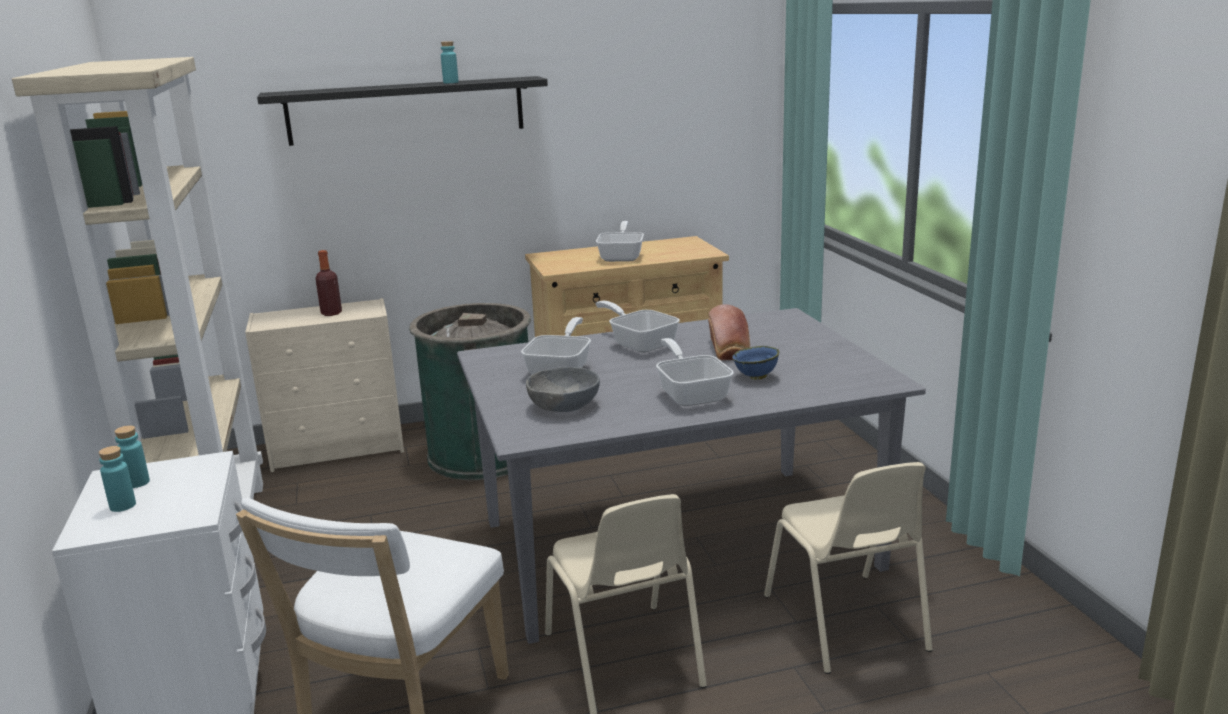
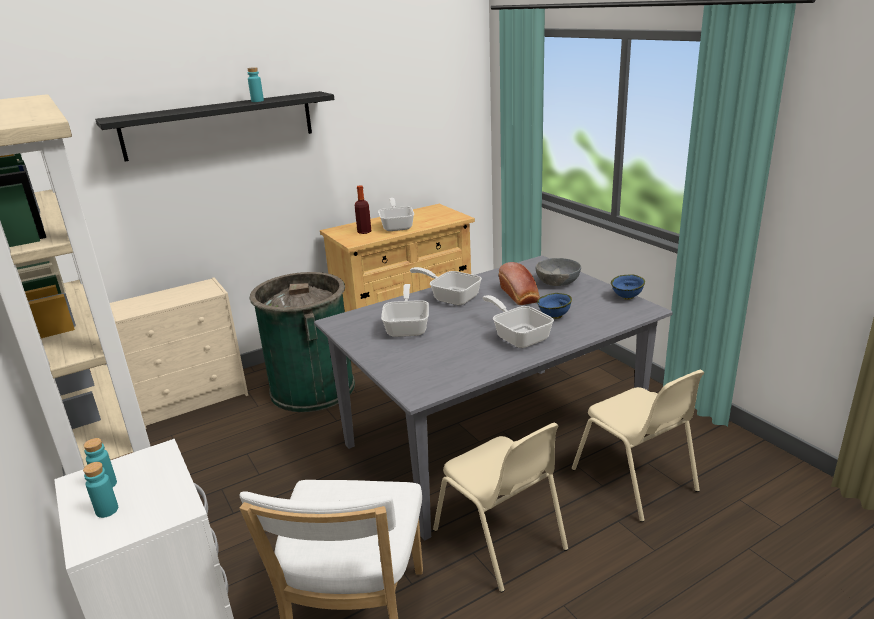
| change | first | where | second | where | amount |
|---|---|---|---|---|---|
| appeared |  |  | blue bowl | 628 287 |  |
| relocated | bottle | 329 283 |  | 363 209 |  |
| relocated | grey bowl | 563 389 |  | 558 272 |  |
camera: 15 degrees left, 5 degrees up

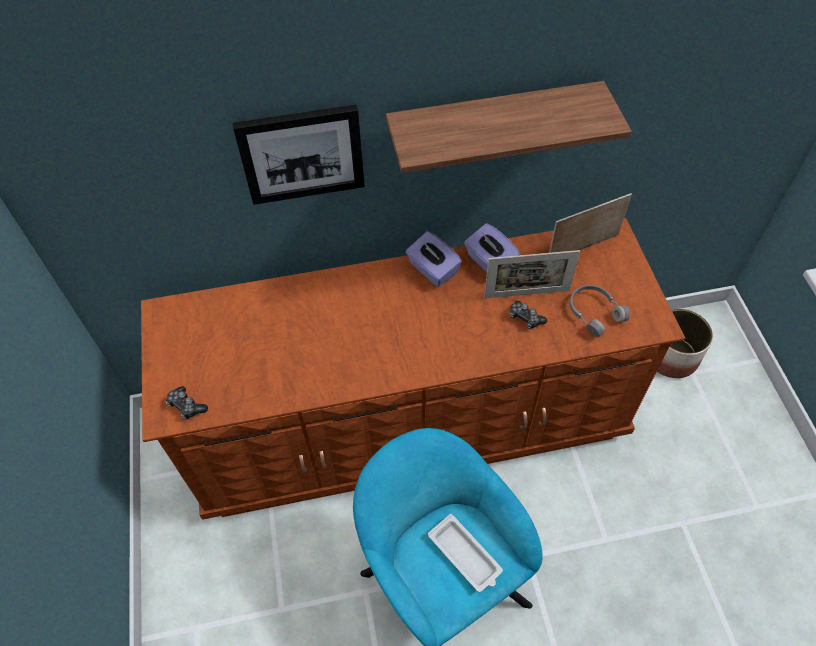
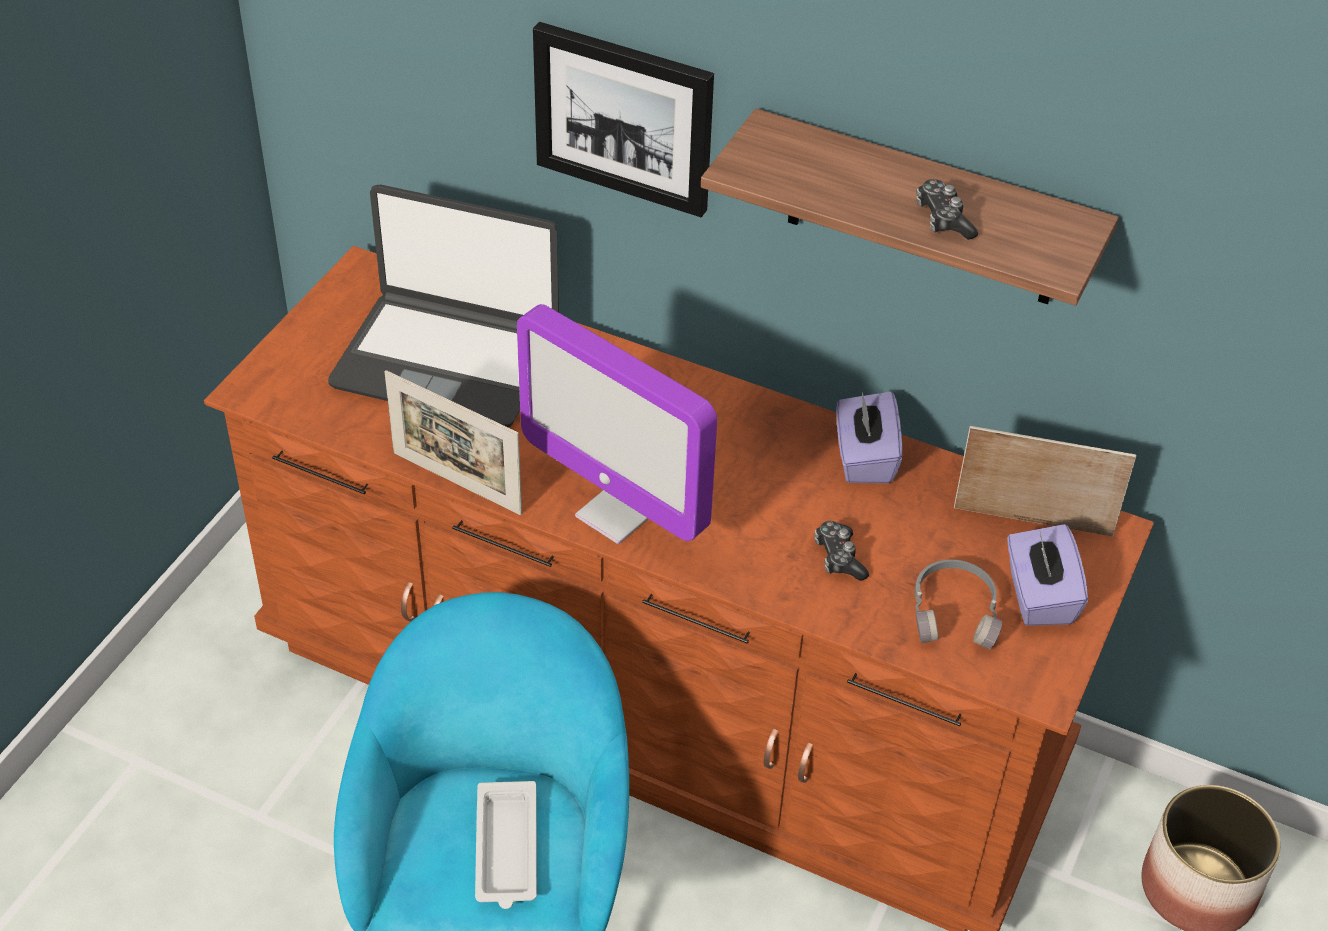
| change | first | where | second | where | amount |
|---|---|---|---|---|---|
| appeared |  |  | laptop | 443 306 |  |
| appeared |  |  | monitor | 617 424 |  |
| relocated | game controller | 186 402 |  | 947 209 |  |
| relocated | purple tissue box | 434 259 |  | 1047 575 |  |
| relocated | picture frame | 532 274 |  | 453 442 |  |
camera: 35 degrees right, 10 degrees down

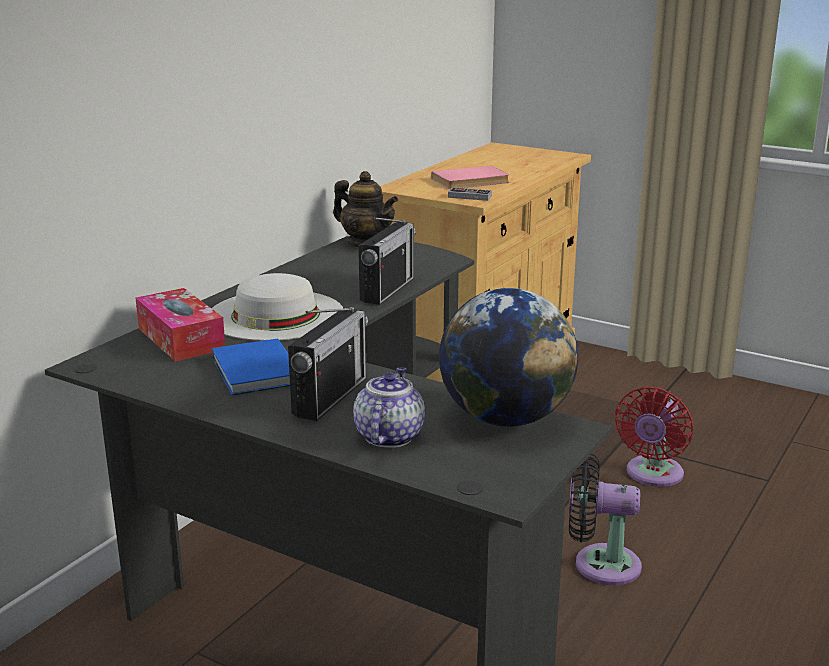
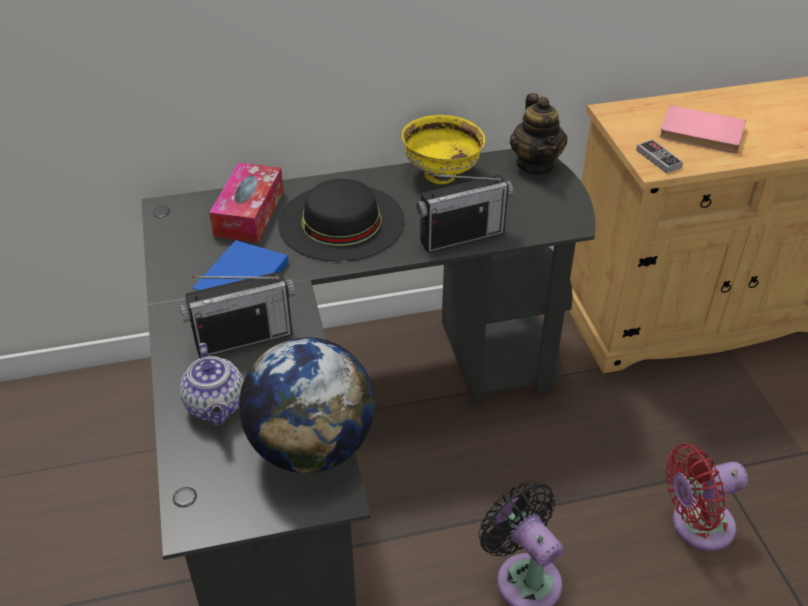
| change | first | where | second | where | amount |
|---|---|---|---|---|---|
| appeared |  |  | yellow bowl | 443 149 |  |
| colour | white hat | 277 307 | black hat | 341 220 |  |
| spun | teapot | 389 407 |  | 212 384 | 105 degrees clockwise |
camera: 45 degrees right, 20 degrees up

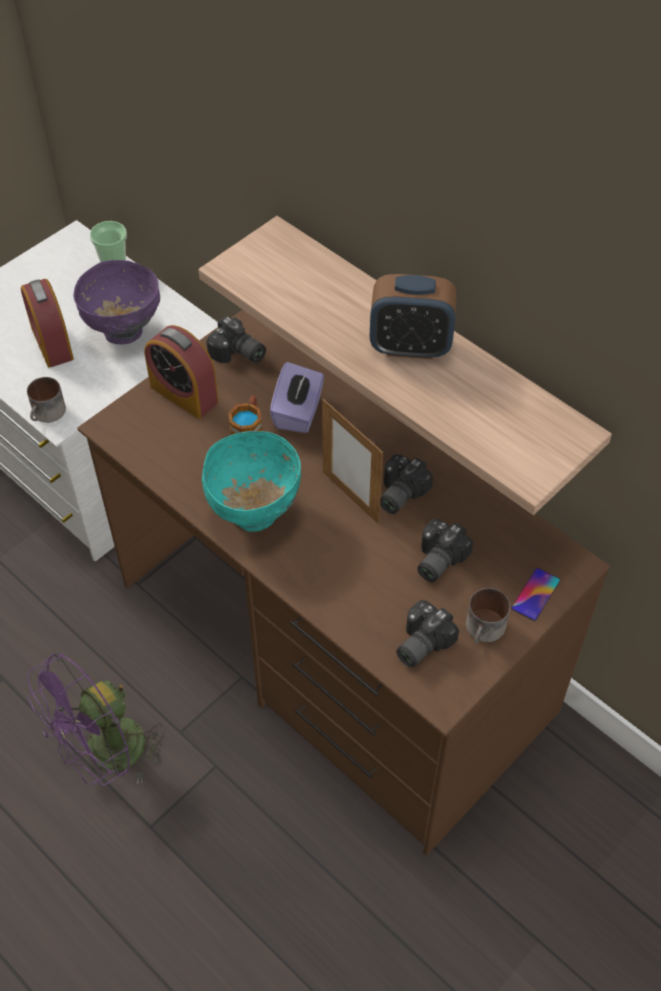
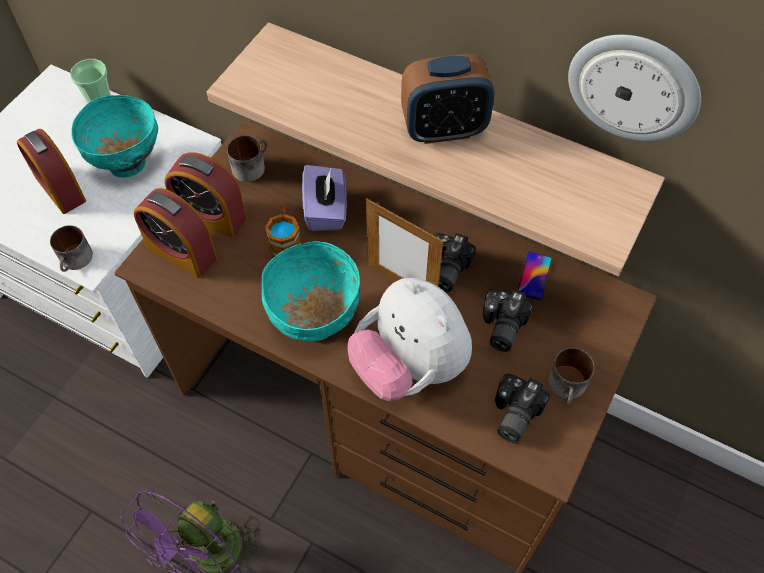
| change | first | where | second | where | amount |
|---|---|---|---|---|---|
| appeared |  |  | alarm clock | 175 233 |  |
| appeared |  |  | plush toy | 410 339 |  |
| appeared |  |  | wall clock | 634 88 |  |
| relocated | phone | 535 594 |  | 535 276 |  |
| exchanged | photo camera | 236 339 | mug | 247 158 |  |
| colour | purple bowl | 116 302 | turquoise bowl | 114 136 |  |
camera: 15 degrees left, 5 degrees up

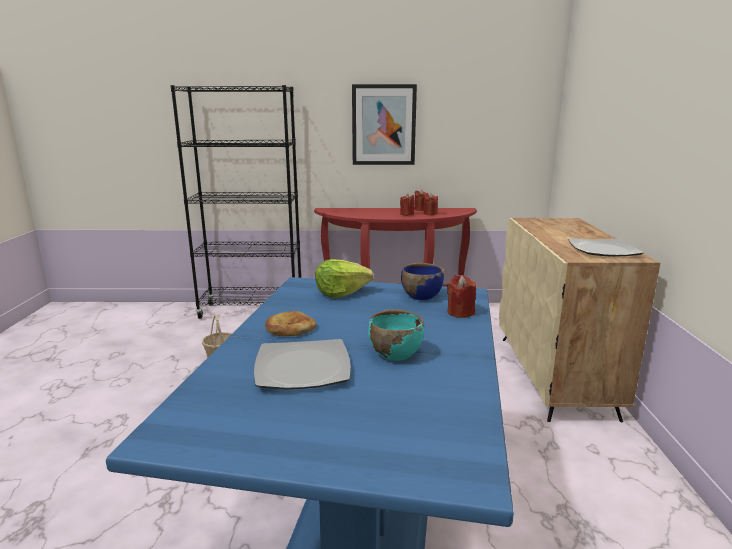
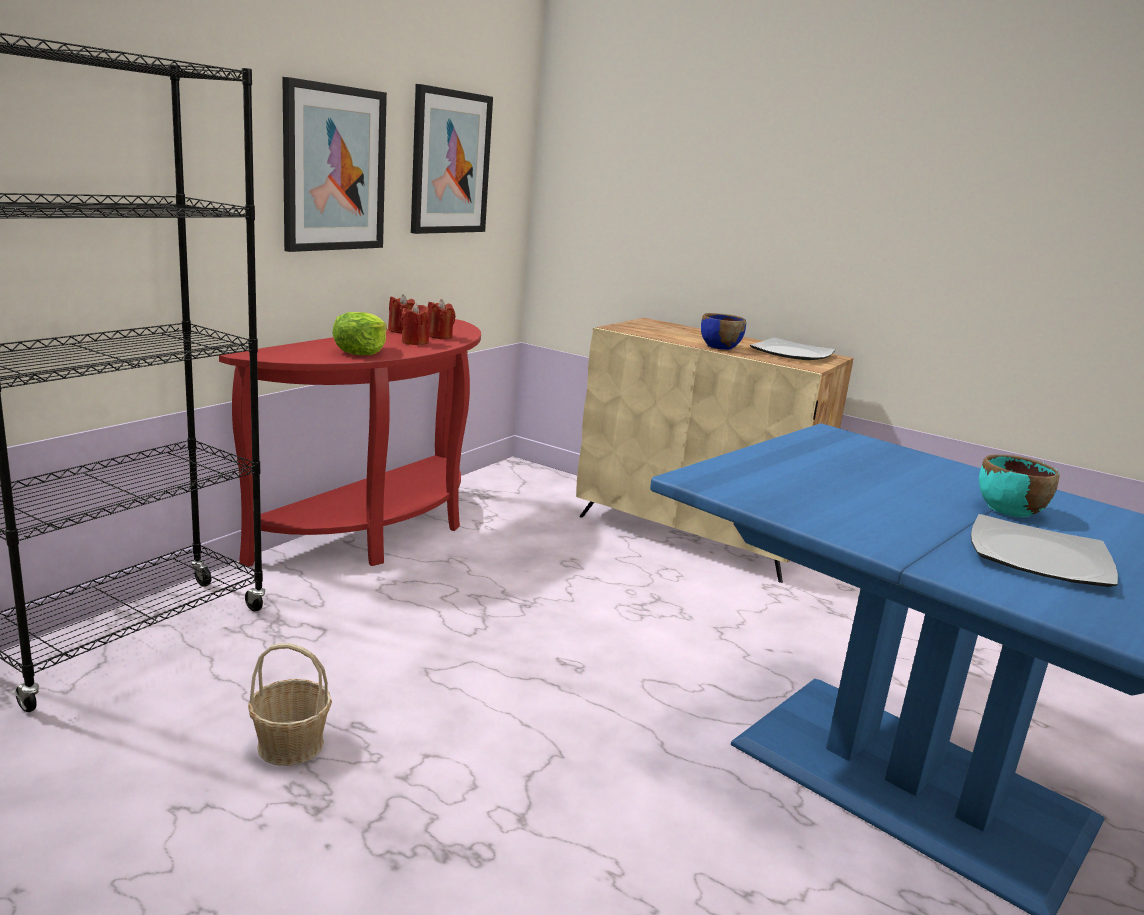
| change | first | where | second | where | amount |
|---|---|---|---|---|---|
| missing | bread | 291 323 |  |  |  |
| missing | red candle | 461 296 |  |  |  |
| appeared |  |  | picture | 452 159 |  |
| relocated | lettuce | 344 278 |  | 359 333 |  |
| relocated | blue bowl | 422 281 |  | 723 331 |  |
camera: 60 degrees left, 0 degrees up

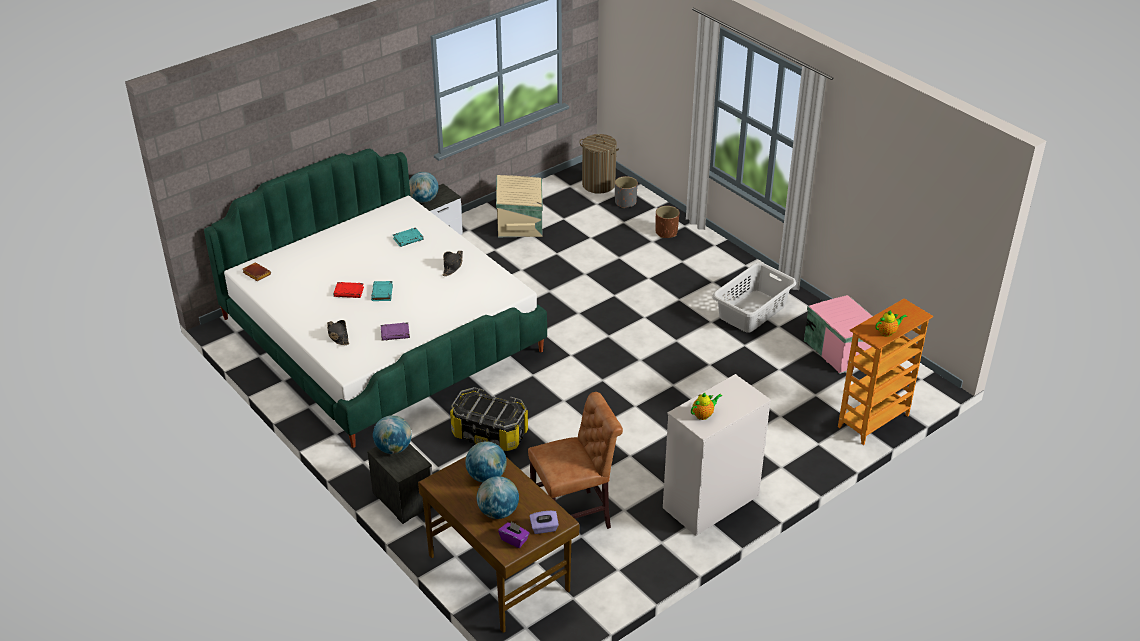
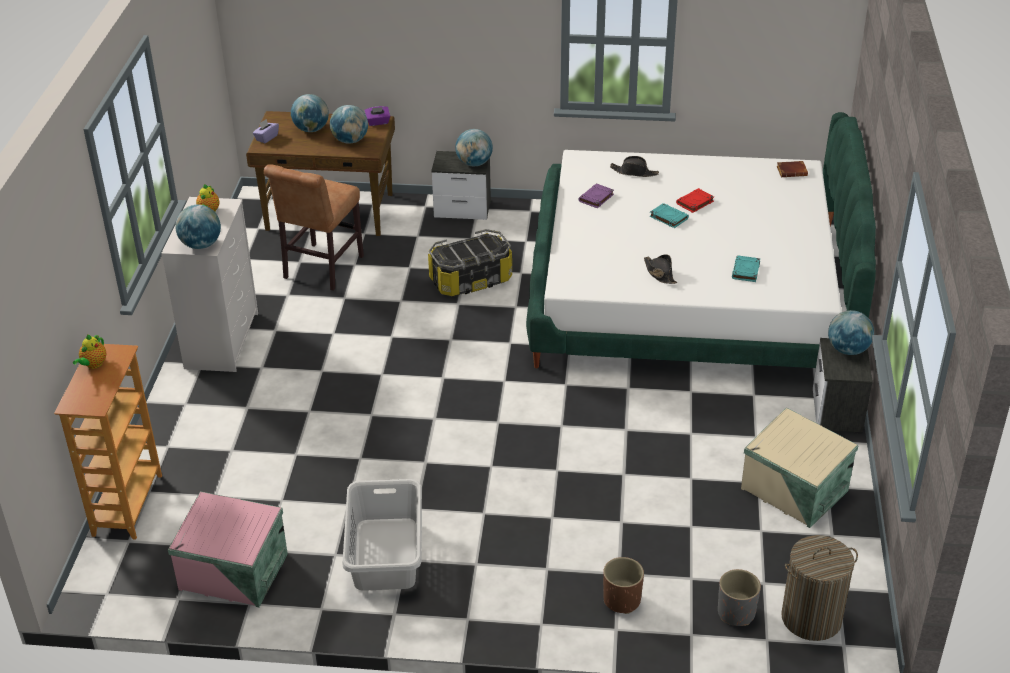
| change | first | where | second | where | amount |
|---|---|---|---|---|---|
| appeared |  |  | globe | 198 226 |  |
| relocated | purple tissue box | 514 534 |  | 377 116 |  |
camera: 135 degrees right, 0 degrees up

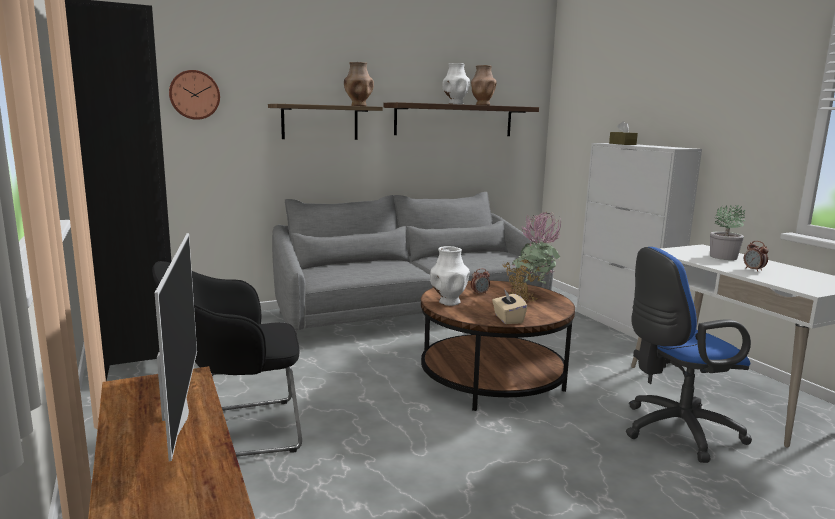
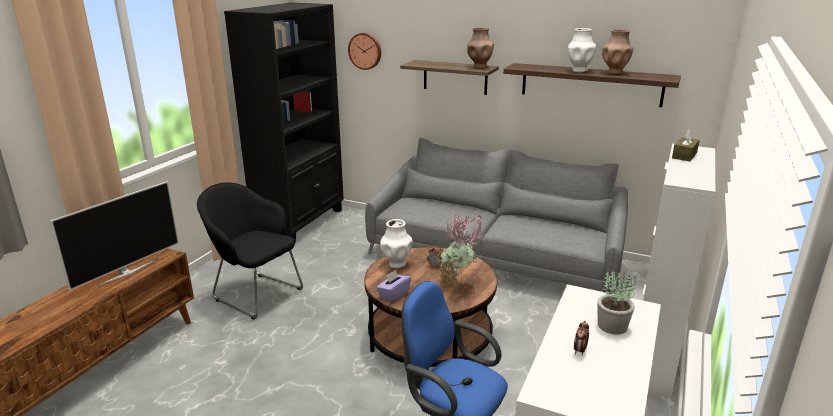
| change | first | where | second | where | amount |
|---|---|---|---|---|---|
| colour | beige tissue box | 509 306 | purple tissue box | 393 286 |  |
camera: 50 degrees right, 10 degrees up

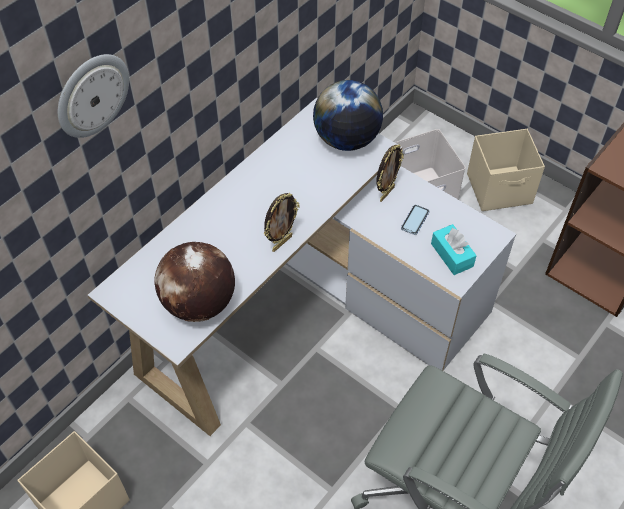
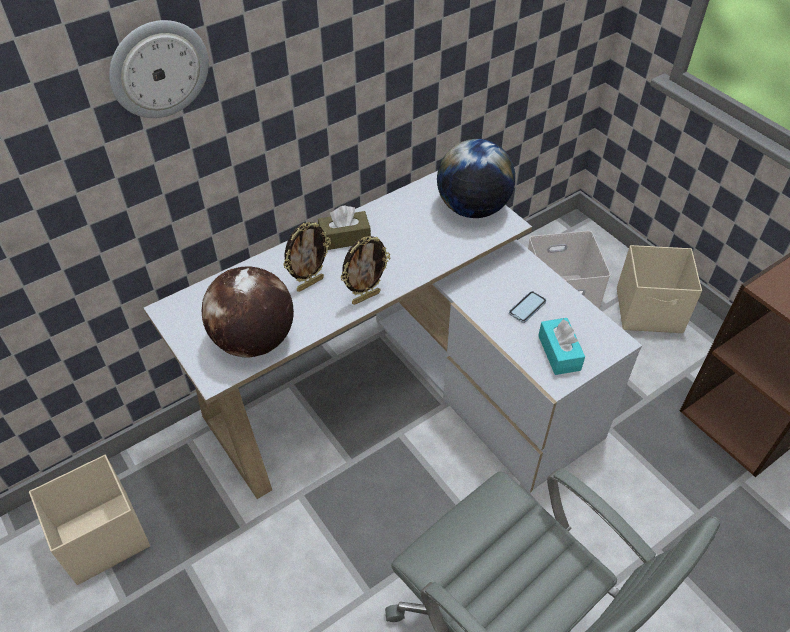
| change | first | where | second | where | amount |
|---|---|---|---|---|---|
| appeared |  |  | brown tissue box | 344 227 |  |
| relocated | picture frame | 390 173 |  | 307 257 |  |
camera: 15 degrees right, 5 degrees down

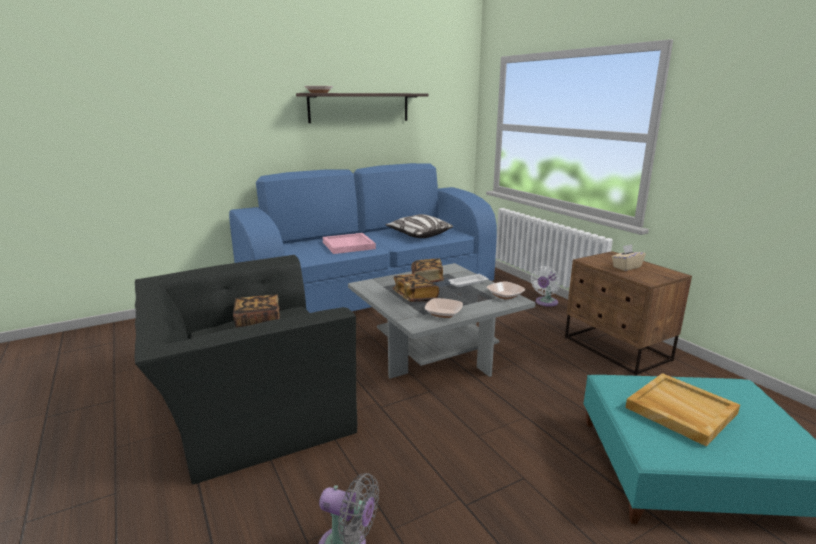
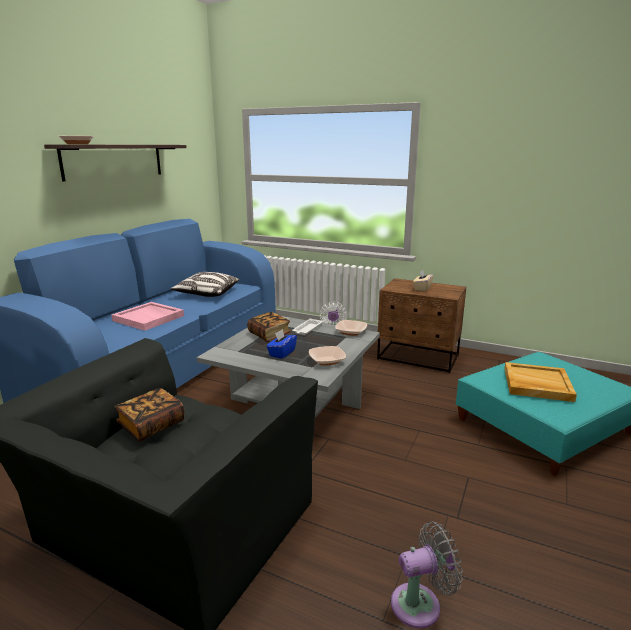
| change | first | where | second | where | amount |
|---|---|---|---|---|---|
| exchanged | book | 415 288 | blue tissue box | 281 344 |  |
camera: 35 degrees left, 0 degrees up

